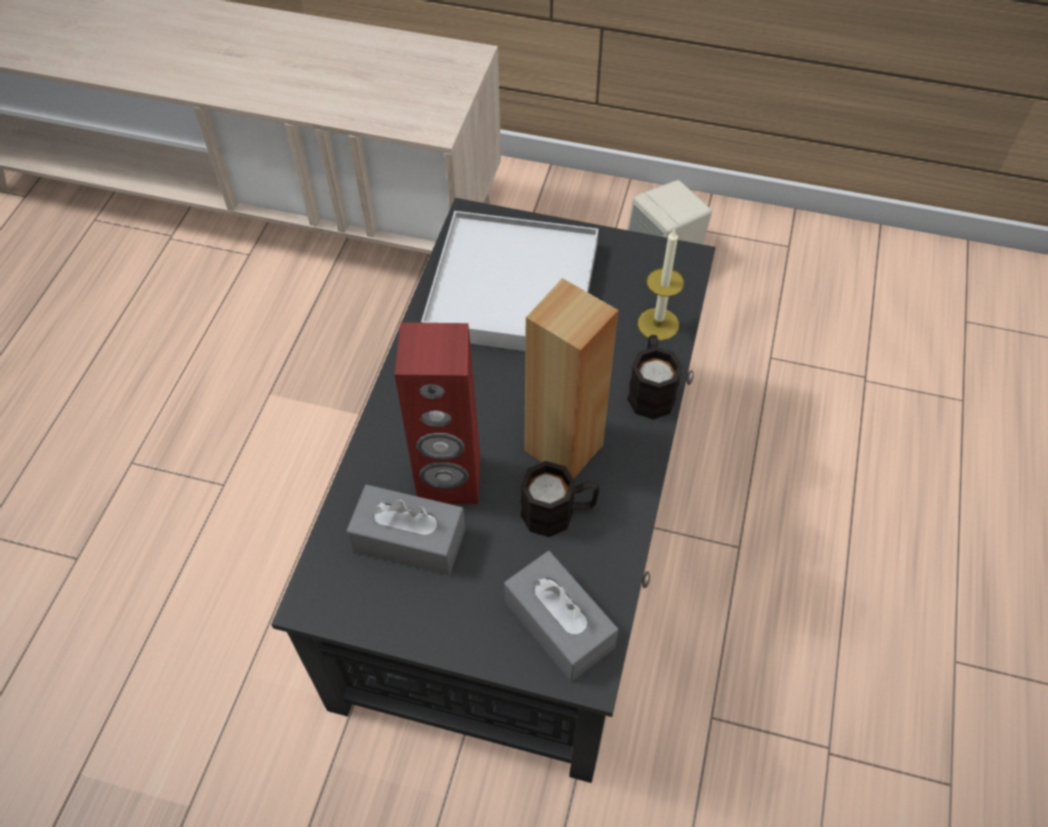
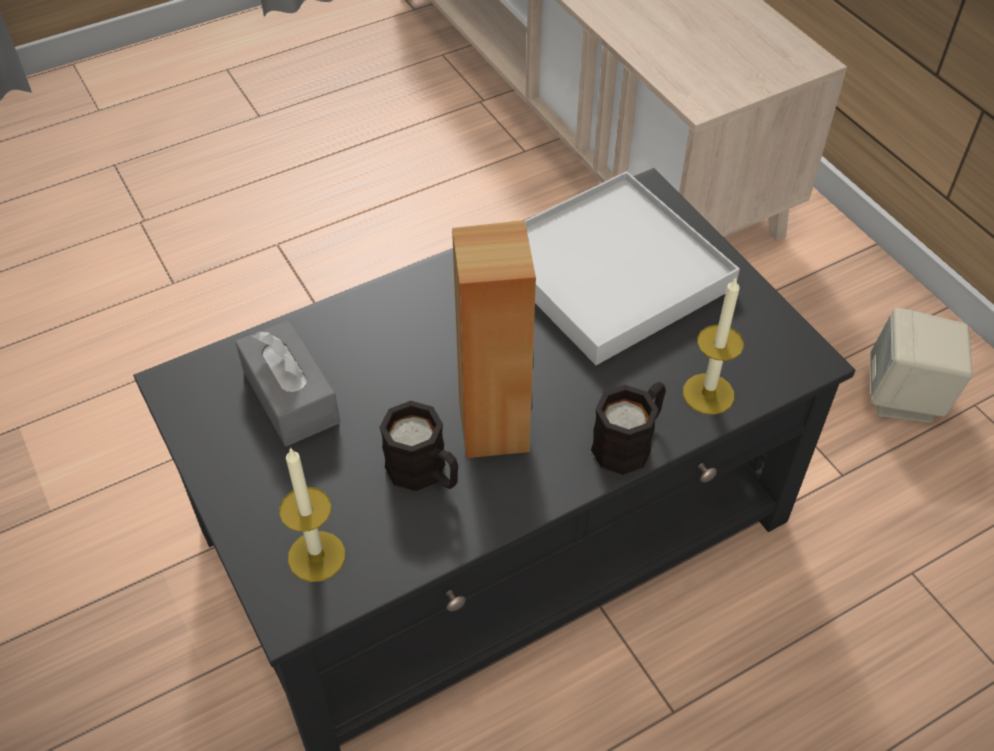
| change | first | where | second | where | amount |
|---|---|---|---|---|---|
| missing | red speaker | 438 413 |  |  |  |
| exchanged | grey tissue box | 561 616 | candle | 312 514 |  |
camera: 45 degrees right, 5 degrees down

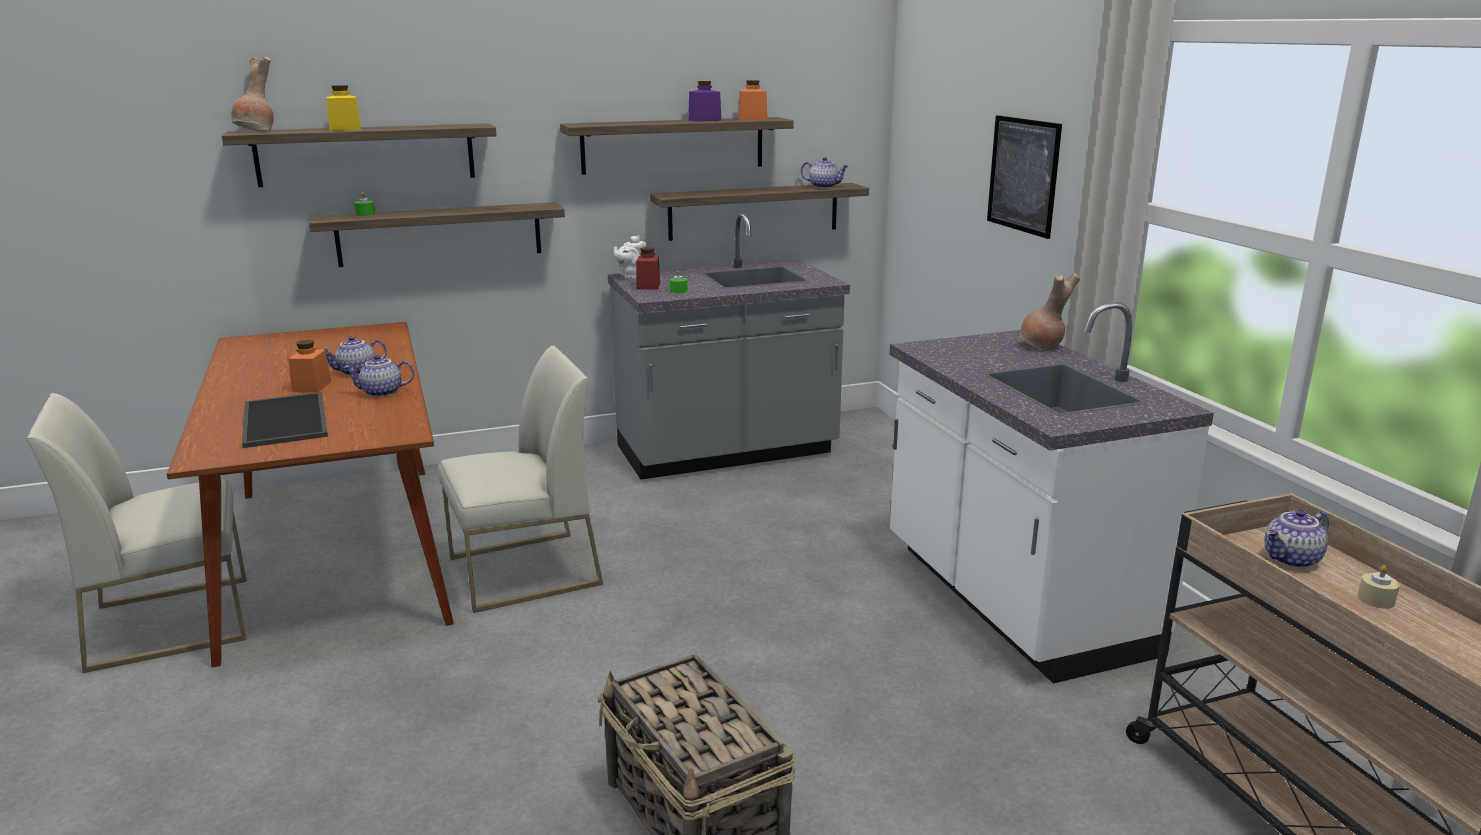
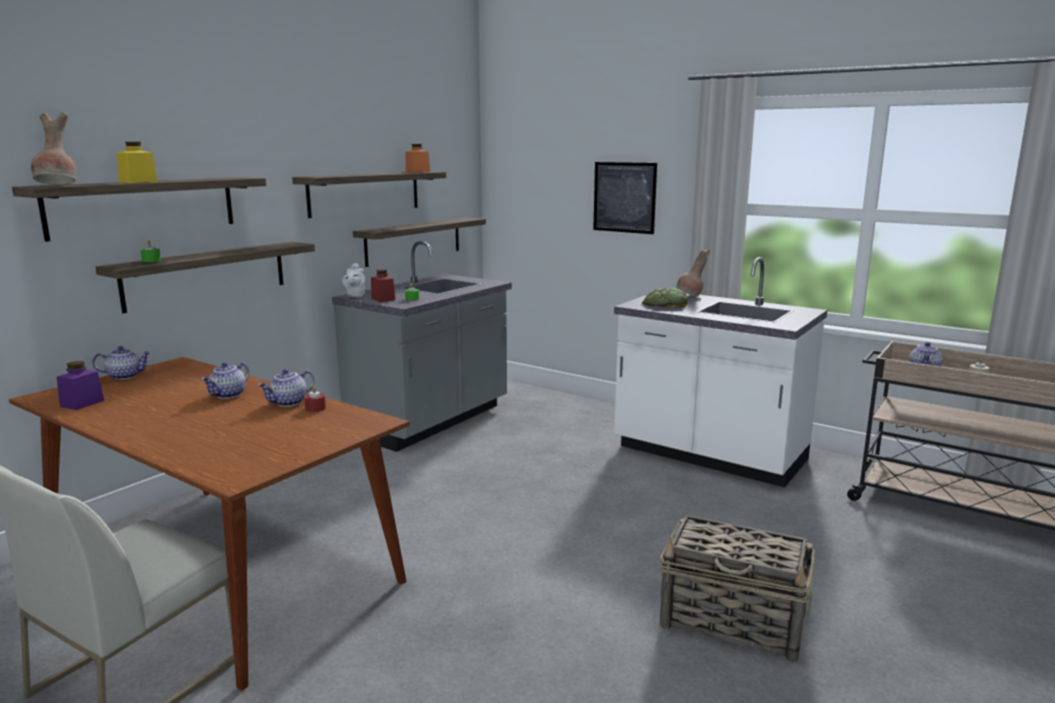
| change | first | where | second | where | amount |
|---|---|---|---|---|---|
| missing | tray | 285 420 |  |  |  |
| missing | orange jar | 310 366 |  |  |  |
| missing | white chair | 520 479 |  |  |  |
| appeared |  |  | red candle | 315 399 |  |
| appeared |  |  | bread | 665 298 |  |
| relocated | purple jar | 705 101 |  | 80 385 |  |
| relocated | teapot | 824 172 |  | 122 363 |  |
camera: 35 degrees left, 5 degrees down

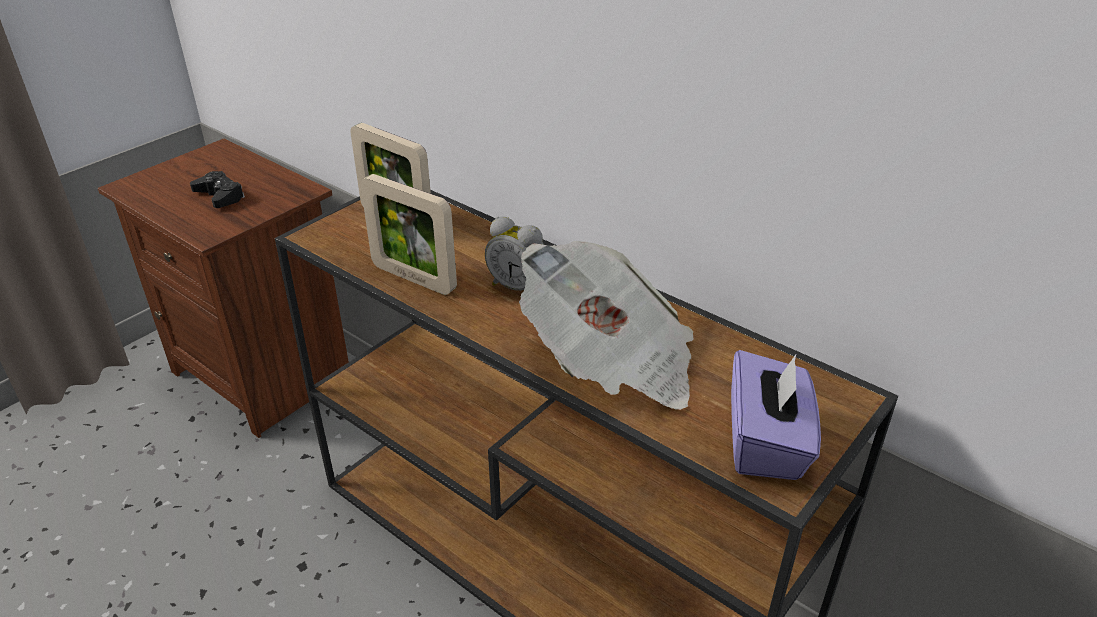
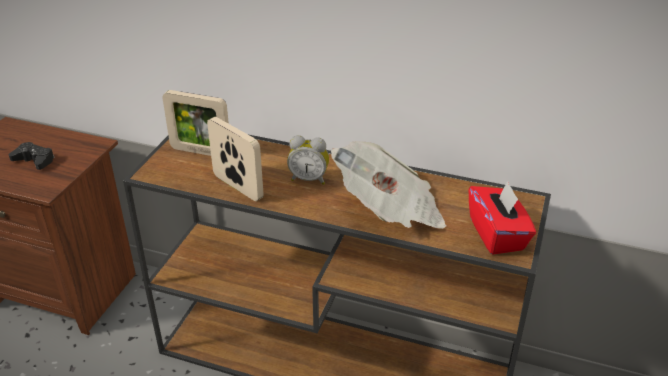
| change | first | where | second | where | amount |
|---|---|---|---|---|---|
| colour | purple tissue box | 776 415 | red tissue box | 502 218 |  |
| spun | picture frame | 409 234 |  | 235 159 | 150 degrees counterclockwise |
camera: 20 degrees left, 0 degrees up

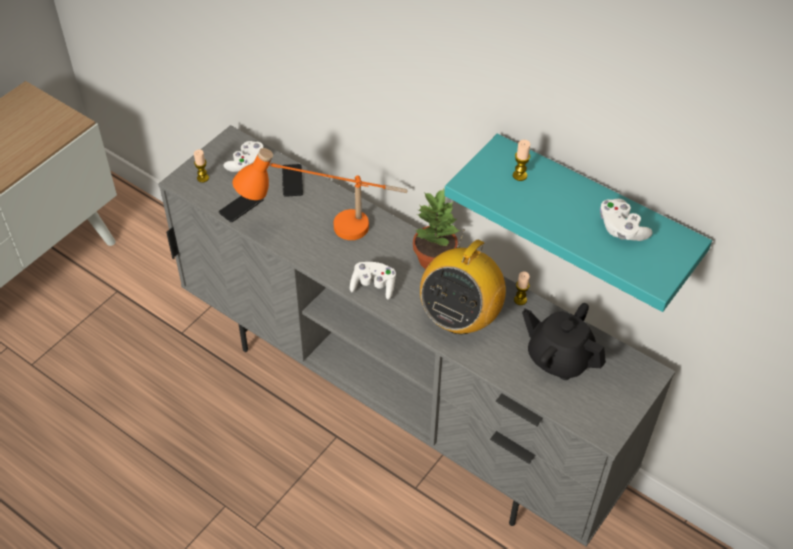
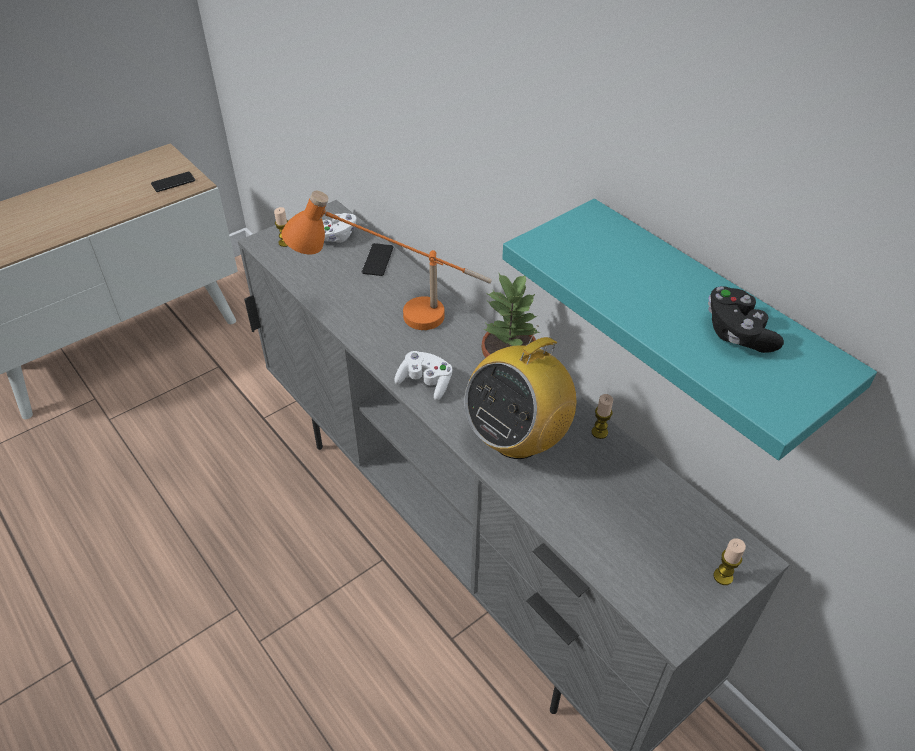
| change | first | where | second | where | amount |
|---|---|---|---|---|---|
| missing | black teapot | 564 341 |  |  |  |
| relocated | phone | 241 209 |  | 173 182 |  |
| relocated | candle | 521 160 |  | 729 561 |  |
| colour | white game controller | 626 220 | black game controller | 746 319 |  |
camera: 15 degrees right, 5 degrees down

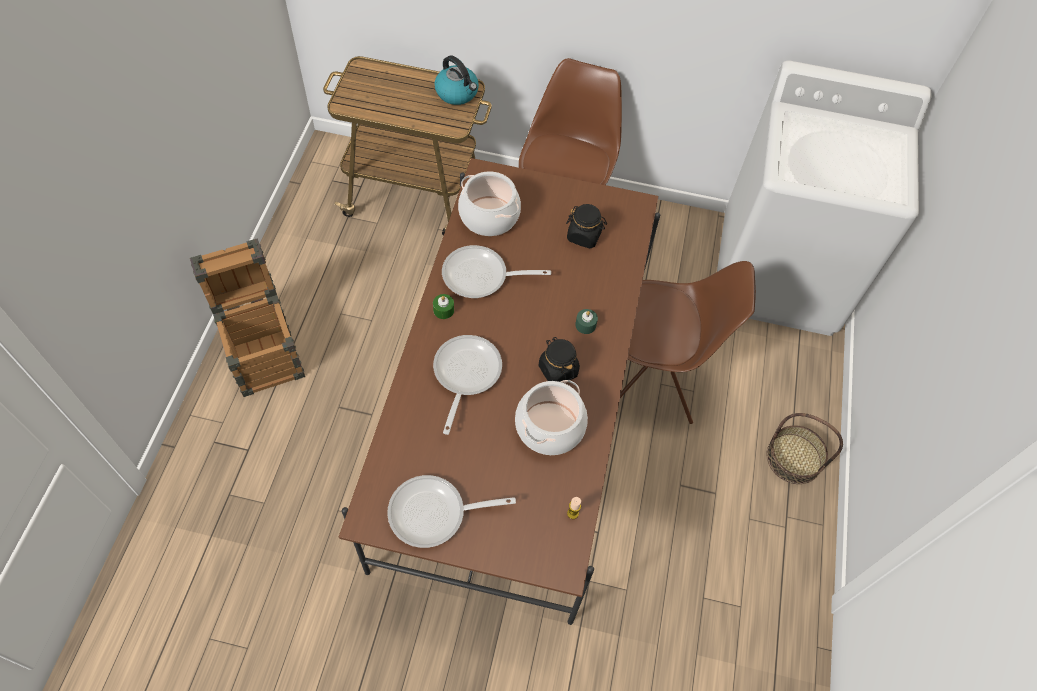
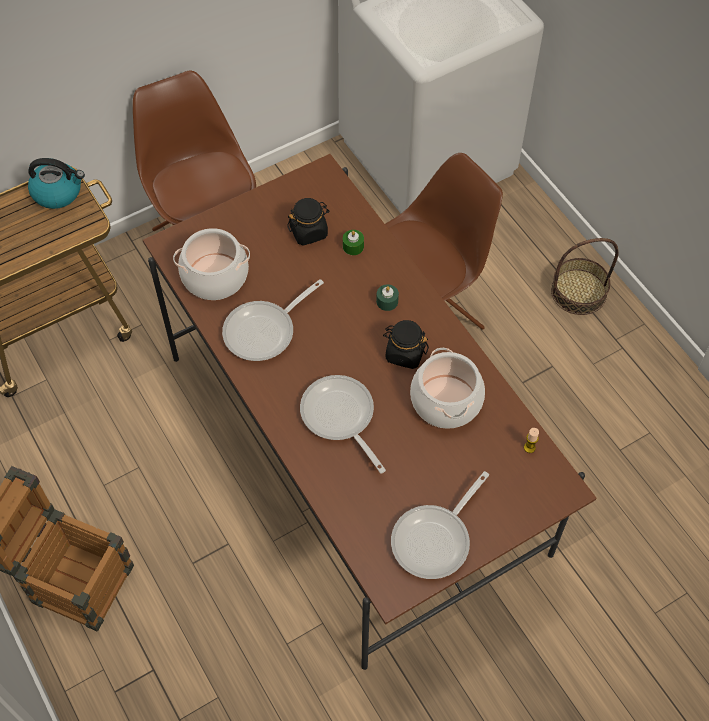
| change | first | where | second | where | amount |
|---|---|---|---|---|---|
| relocated | green candle | 443 306 |  | 353 242 |  |
camera: 40 degrees left, 0 degrees up

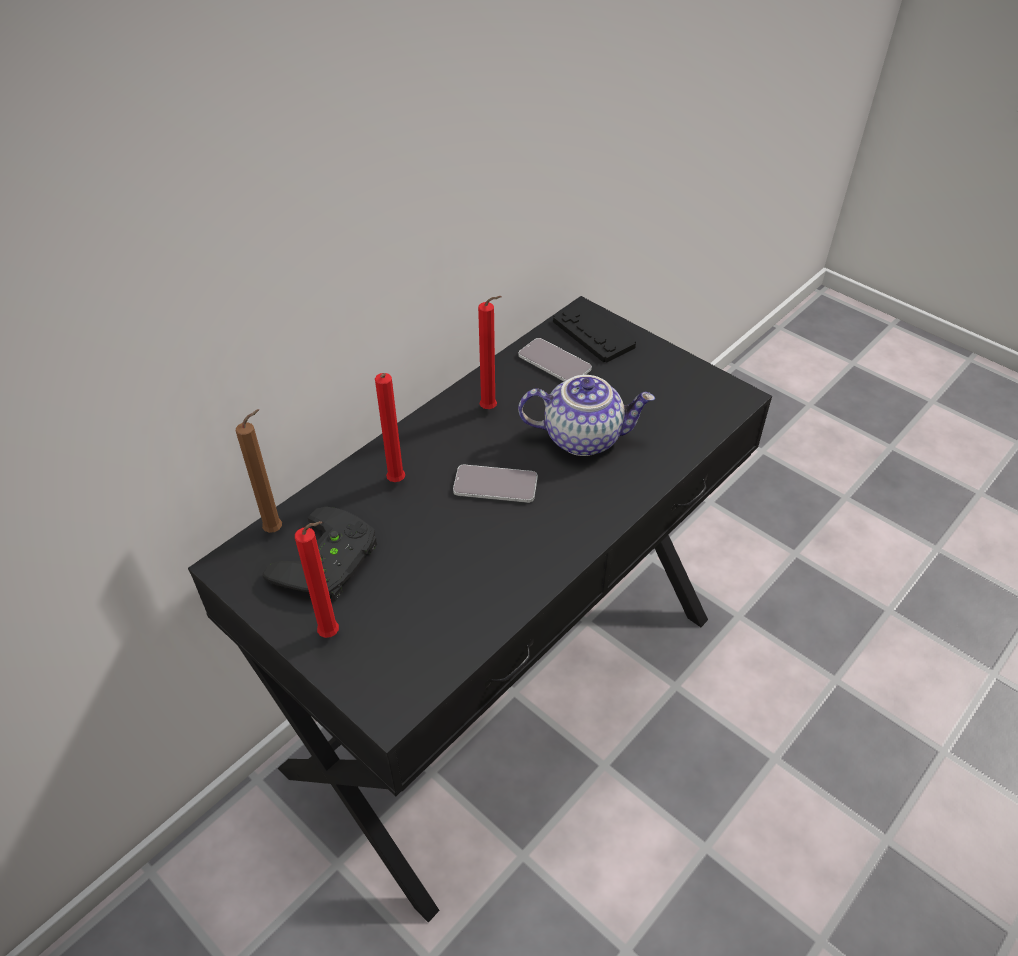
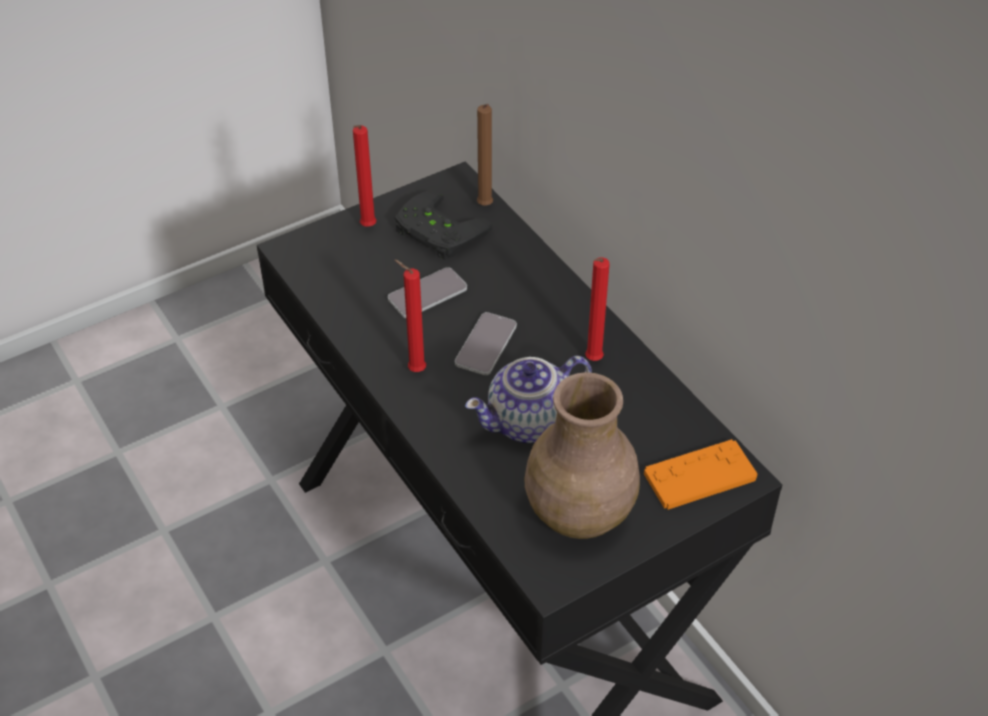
| change | first | where | second | where | amount |
|---|---|---|---|---|---|
| appeared |  |  | brown vase | 582 455 |  |
| relocated | red candle | 390 427 |  | 410 316 |  |
| relocated | phone | 555 360 |  | 427 292 |  |
| colour | black game controller | 594 333 | orange game controller | 701 474 |  |
| spun | teapot | 586 415 |  | 528 399 | 45 degrees clockwise |
camera: 105 degrees right, 0 degrees up

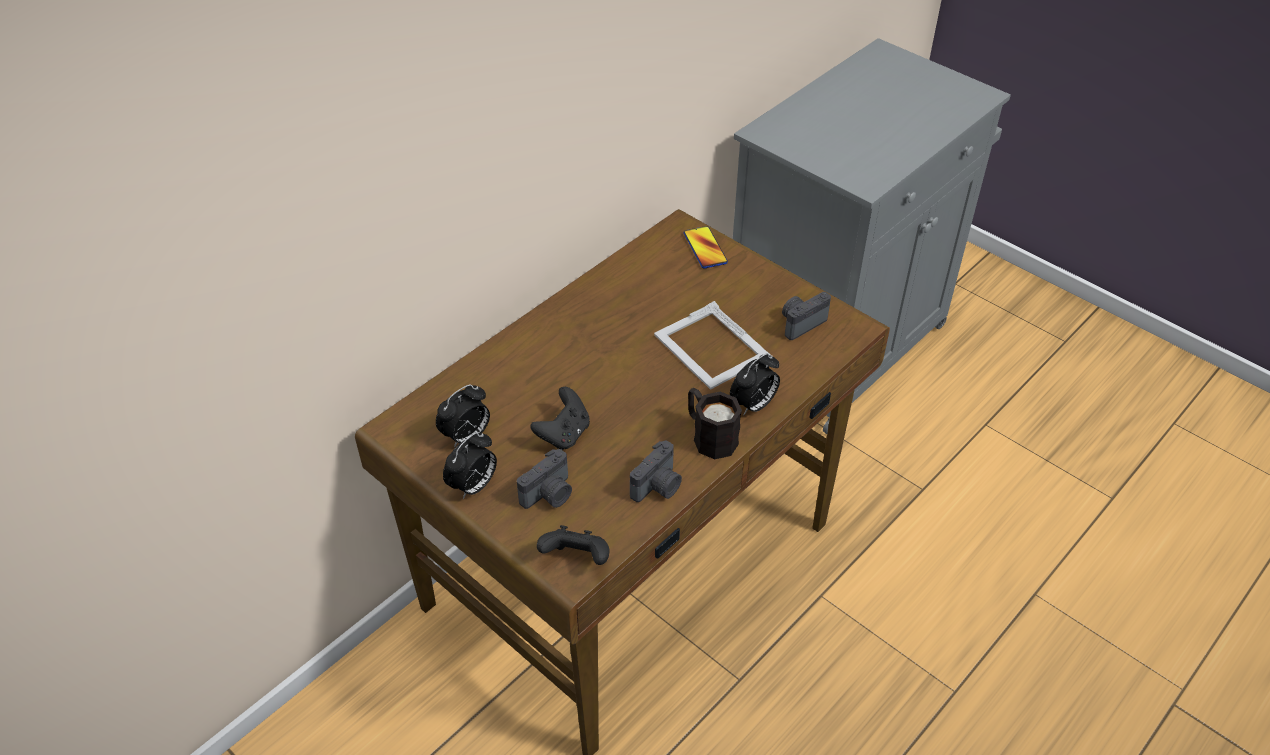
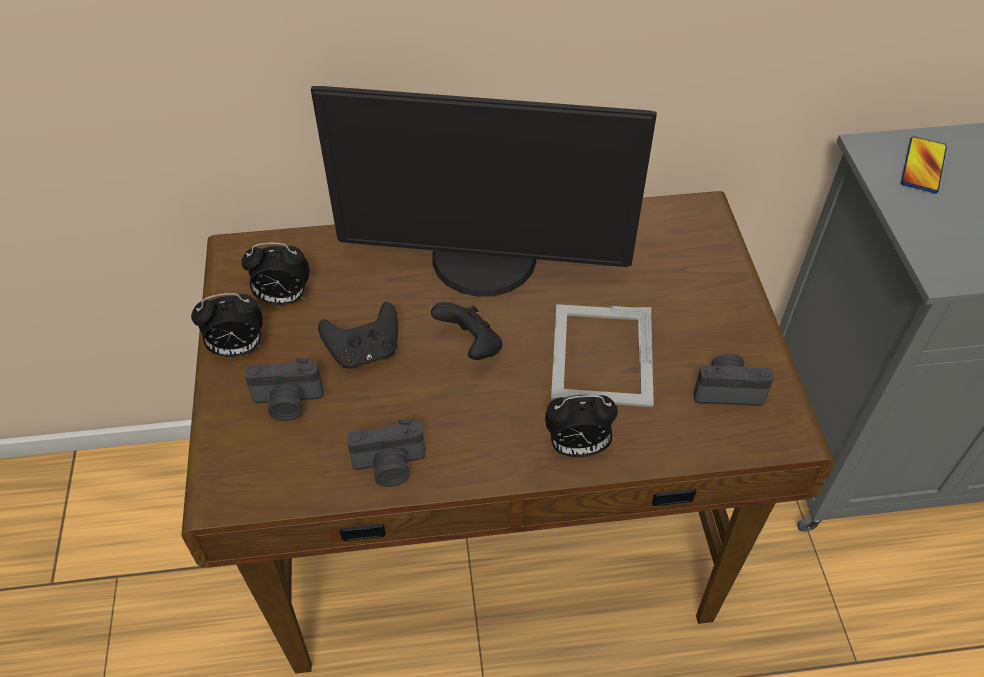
| change | first | where | second | where | amount |
|---|---|---|---|---|---|
| missing | black mug | 715 423 |  |  |  |
| appeared |  |  | monitor | 484 191 |  |
| relocated | black game controller | 573 545 |  | 467 331 |  |
| relocated | phone | 706 247 |  | 924 164 |  |
camera: 40 degrees right, 5 degrees up

